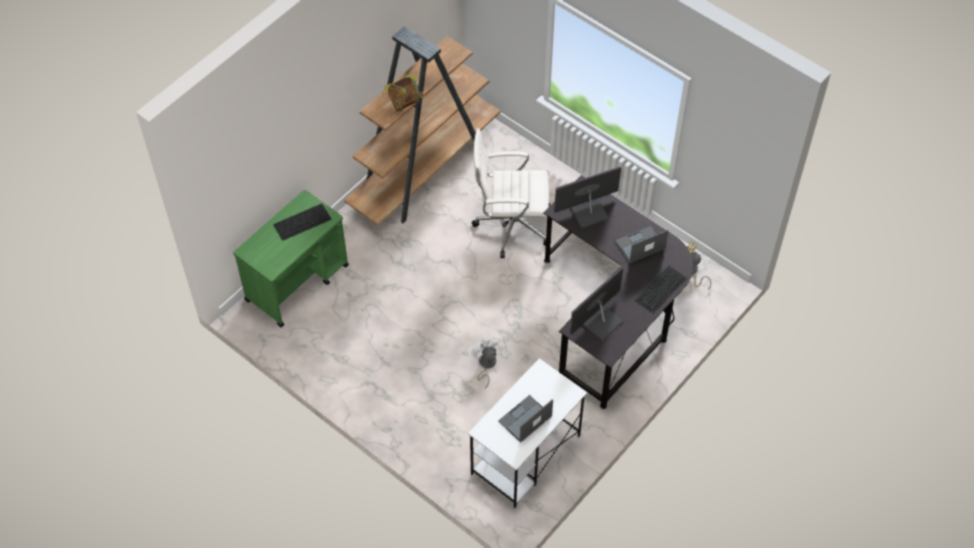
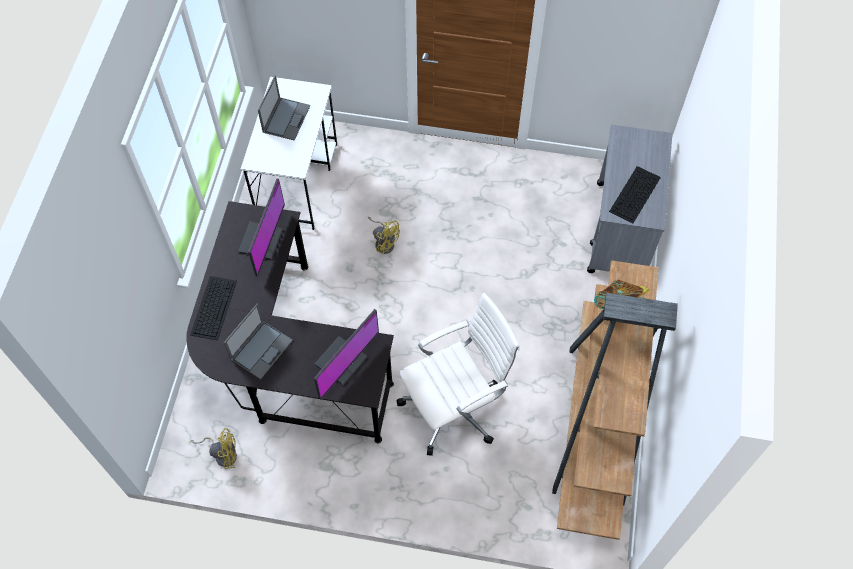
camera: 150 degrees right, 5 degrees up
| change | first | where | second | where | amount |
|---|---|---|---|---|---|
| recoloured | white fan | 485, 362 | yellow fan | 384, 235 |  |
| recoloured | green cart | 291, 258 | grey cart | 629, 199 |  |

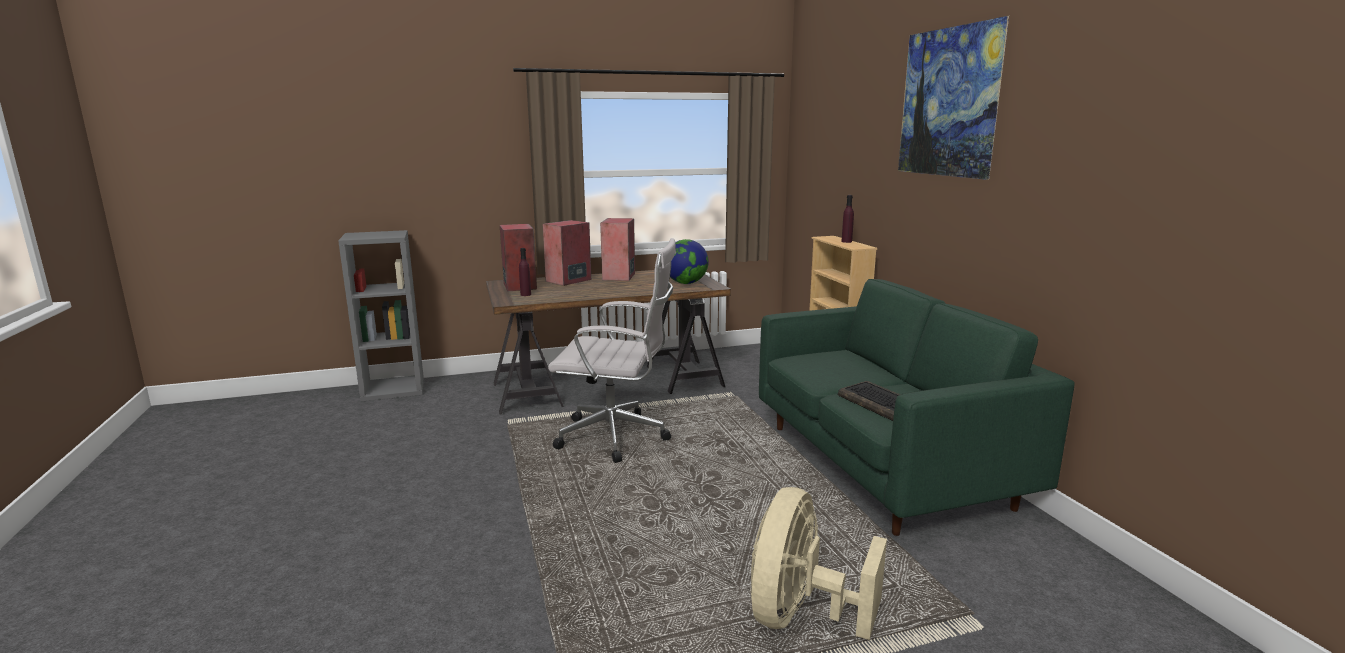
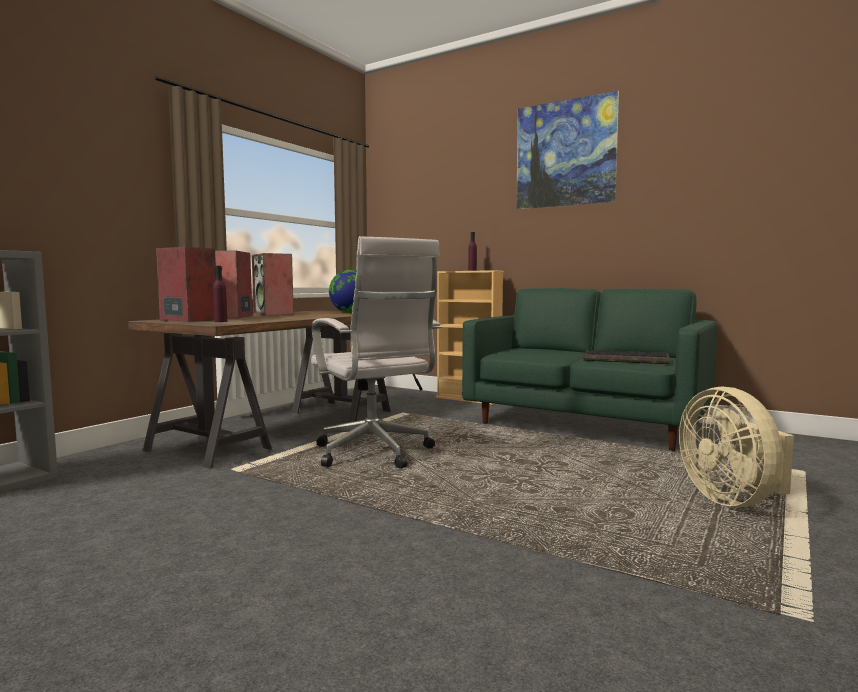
camera: 40 degrees left, 10 degrees down
| change | first | where | second | where | amount |
|---|---|---|---|---|---|
| turned | white office chair | 612, 350 |  | 376, 352 | 90 degrees clockwise |

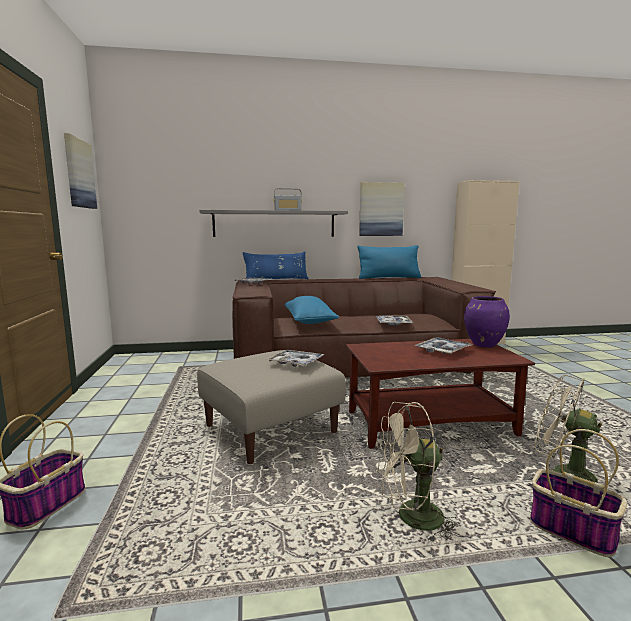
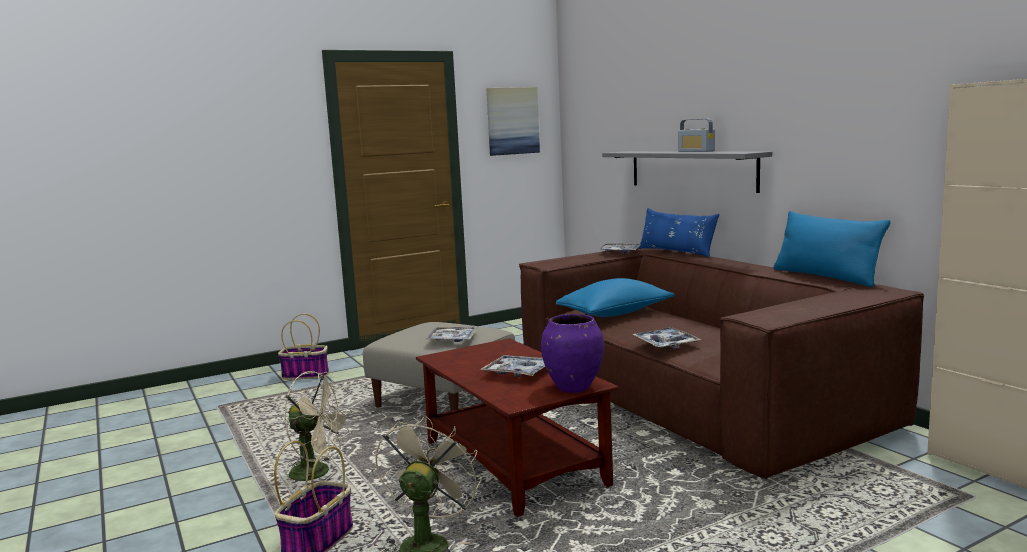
camera: 70 degrees right, 0 degrees up
| change | first | where | second | where | amount |
|---|---|---|---|---|---|
| turned | beige fan | 418, 472 |  | 318, 428 | 135 degrees clockwise |
| removed | picture | 382, 209 |  |  |  |

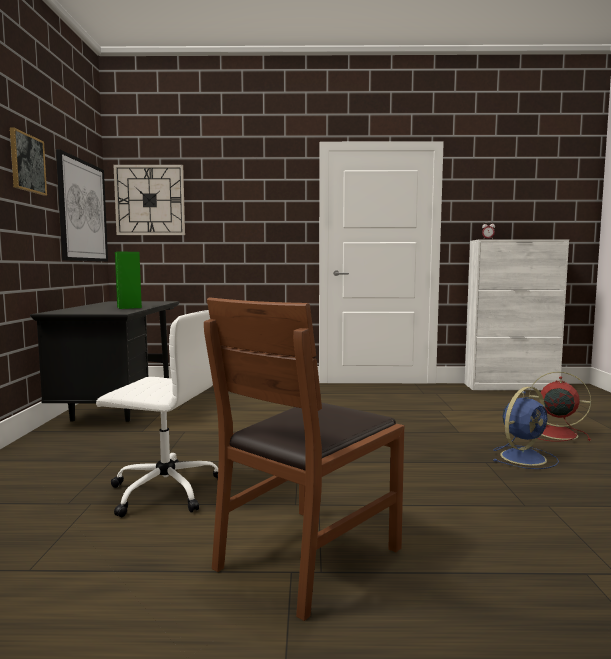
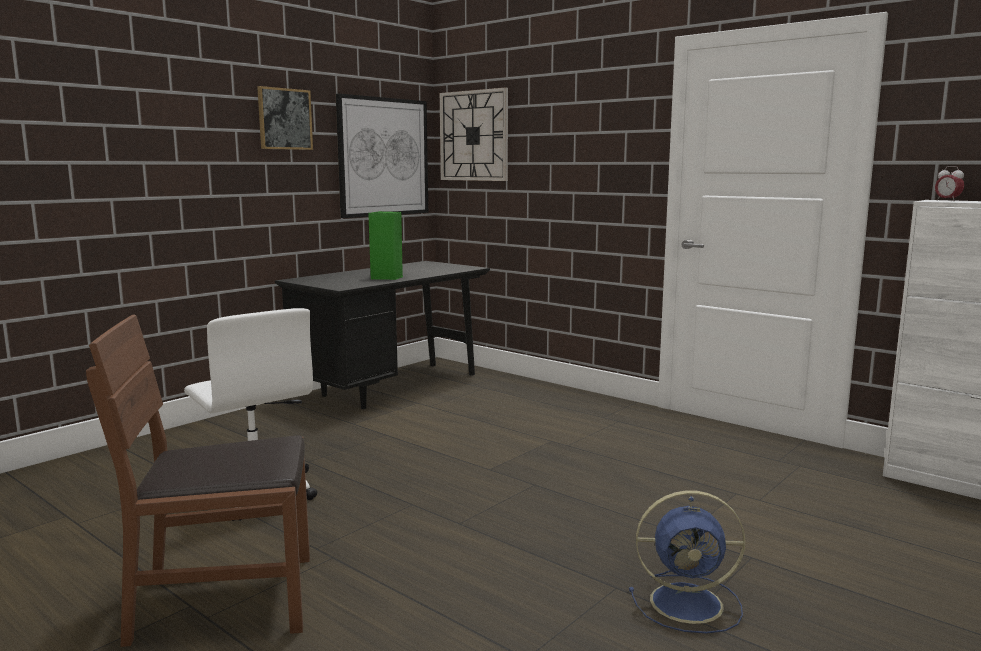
camera: 40 degrees right, 5 degrees up
| change | first | where | second | where | amount |
|---|---|---|---|---|---|
| removed | red fan | 560, 406 |  |  |  |

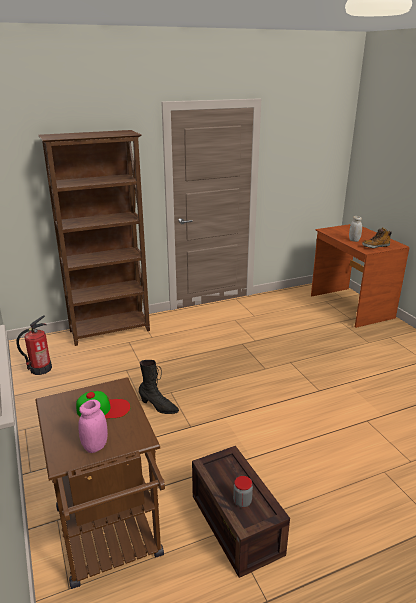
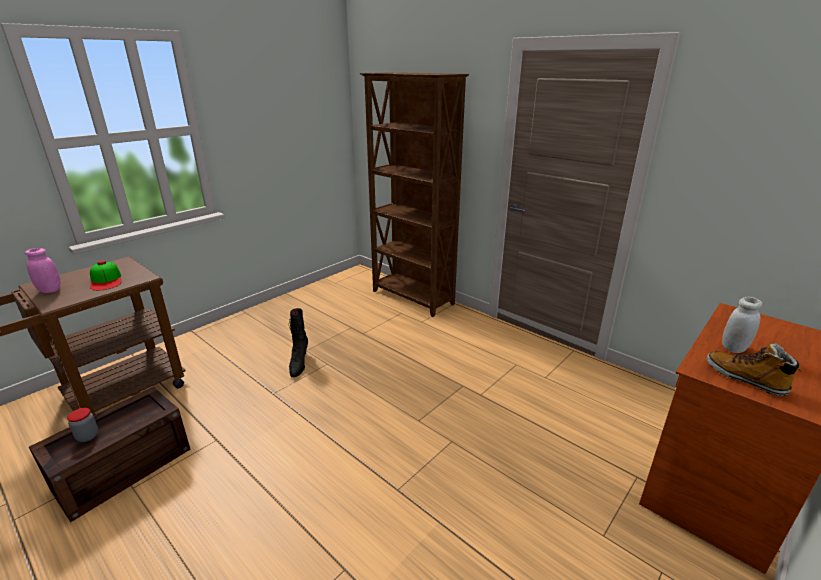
camera: 65 degrees right, 0 degrees up
| change | first | where | second | where | amount |
|---|---|---|---|---|---|
| removed | fire extinguisher | 34, 345 |  |  |  |

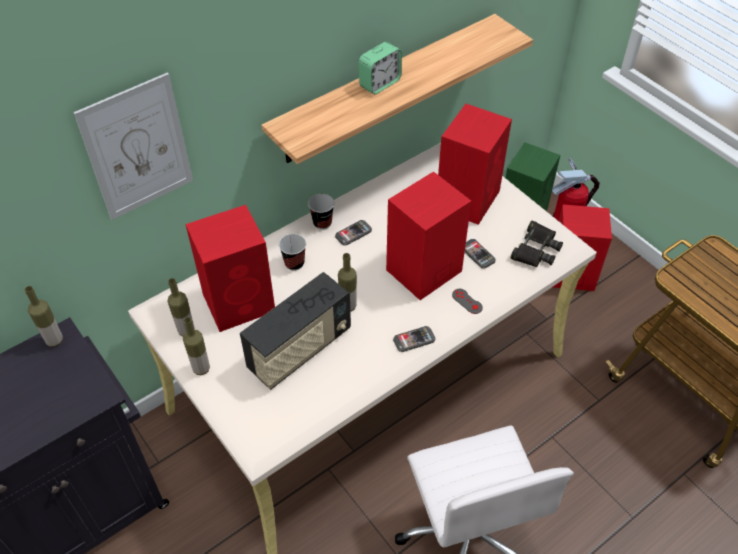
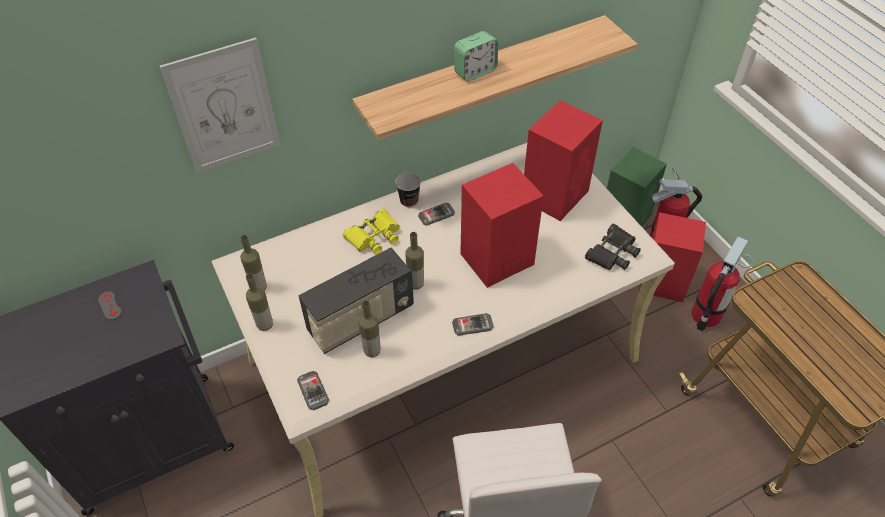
camera: 10 degrees right, 0 degrees up
| change | first | where | second | where | amount |
|---|---|---|---|---|---|
| moved | grey game controller | 467, 301 |  | 110, 305 |  |
| moved | phone | 480, 253 |  | 313, 390 |  |
| replaced | cup | 292, 252 | yellow binoculars | 371, 231 |  |
| moved | bottle | 44, 316 |  | 369, 328 |  |
| added |  |  | fire extinguisher | 723, 283 |  |
| removed | red speaker | 230, 268 |  |  |  |

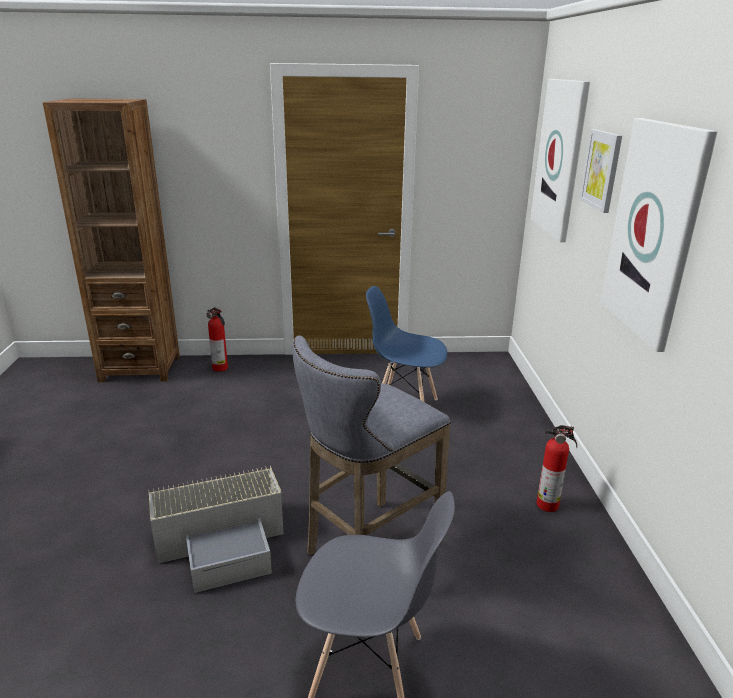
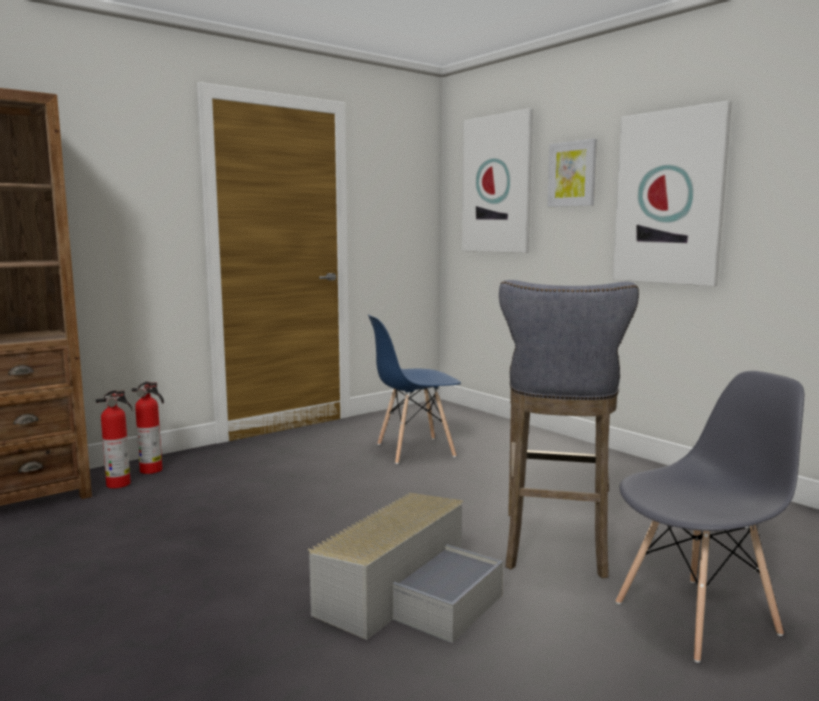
camera: 35 degrees left, 15 degrees down
| change | first | where | second | where | amount |
|---|---|---|---|---|---|
| moved | fire extinguisher | 557, 468 |  | 114, 439 |  |

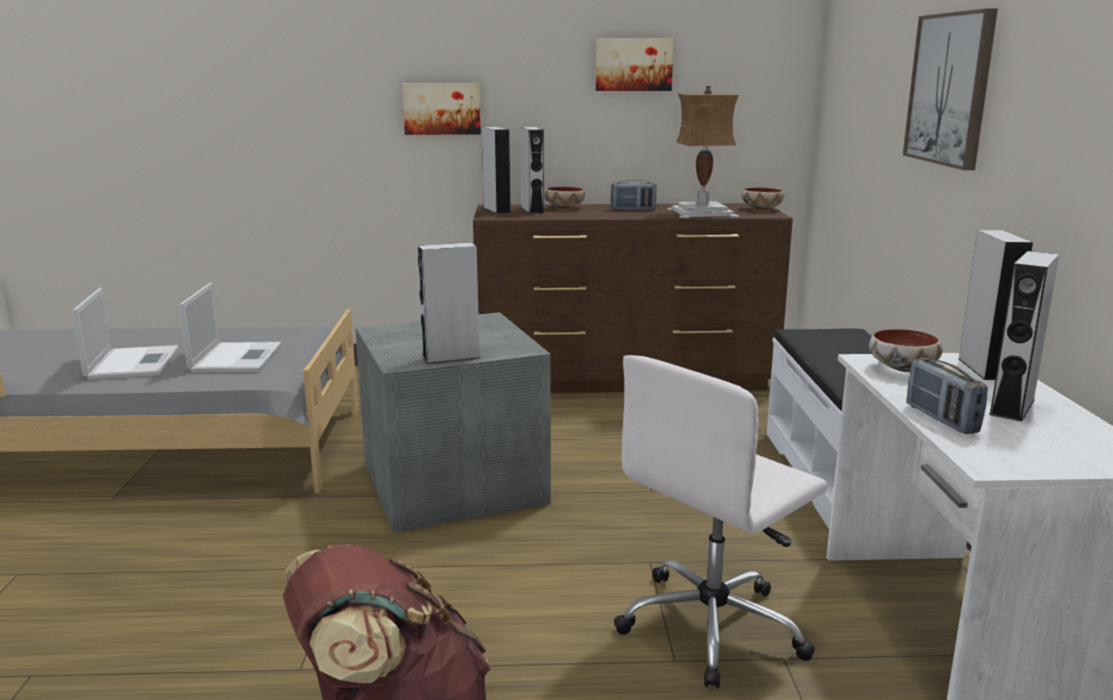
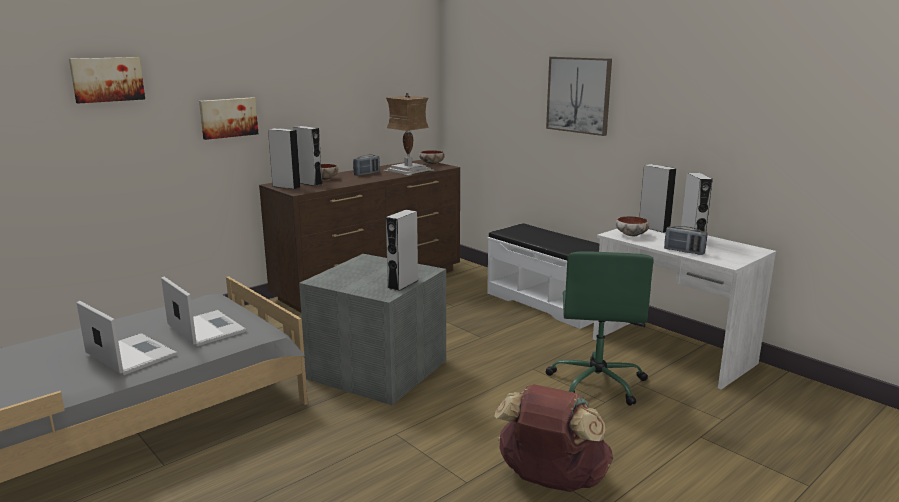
camera: 40 degrees left, 0 degrees up
| change | first | where | second | where | amount |
|---|---|---|---|---|---|
| moved | picture | 635, 64 |  | 107, 80 |  |
| recoloured | white office chair | 720, 522 | green office chair | 599, 328 |  |

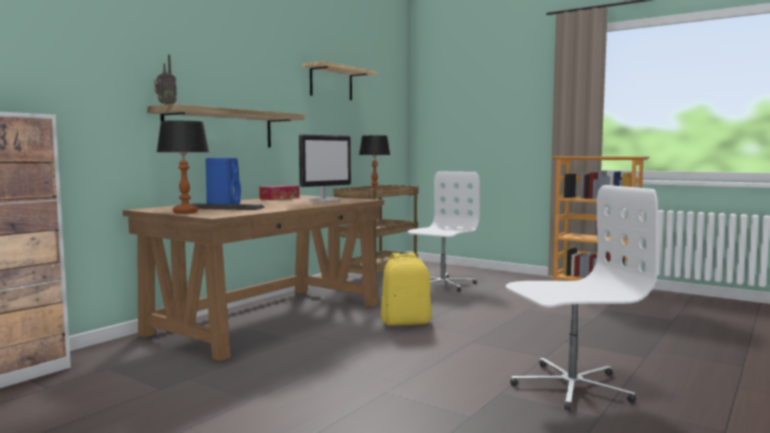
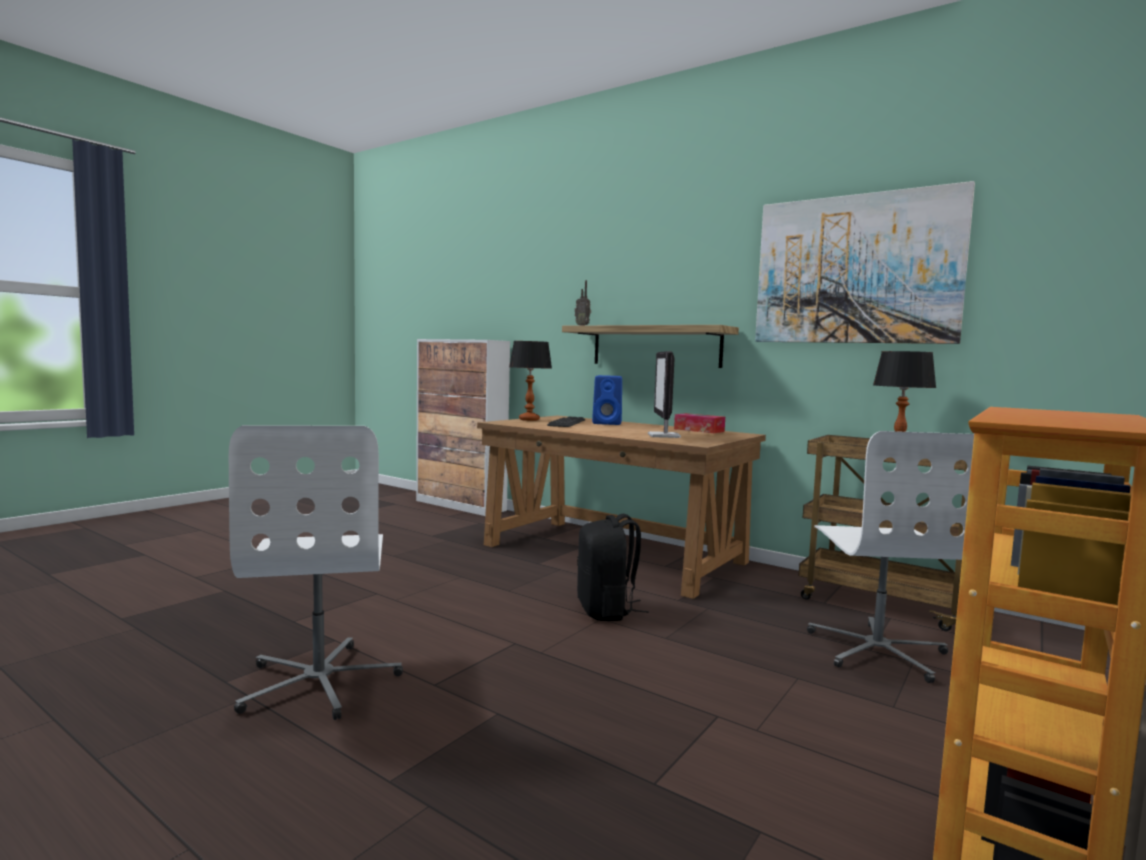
camera: 90 degrees right, 0 degrees up
| change | first | where | second | where | amount |
|---|---|---|---|---|---|
| recoloured | yellow backpack | 406, 289 | black backpack | 613, 567 |  |
| turned | monitor | 325, 168 |  | 664, 394 | 45 degrees clockwise |
| replaced | shelf | 340, 80 | picture | 865, 262 |  |
| turned | white office chair | 444, 231 |  | 890, 557 | 60 degrees clockwise |

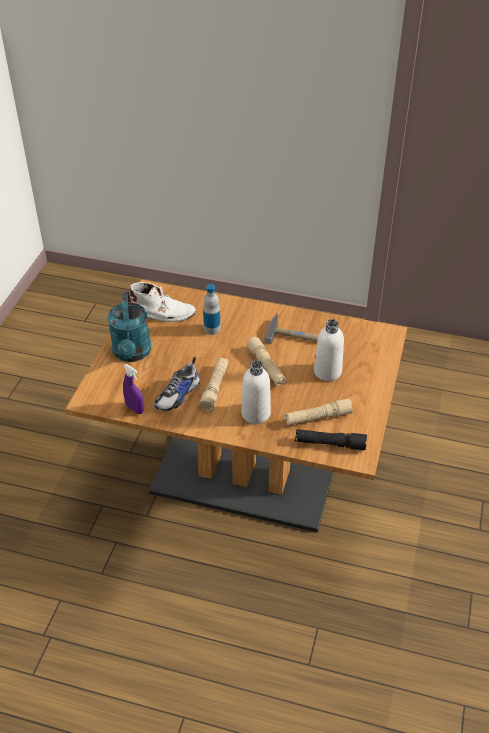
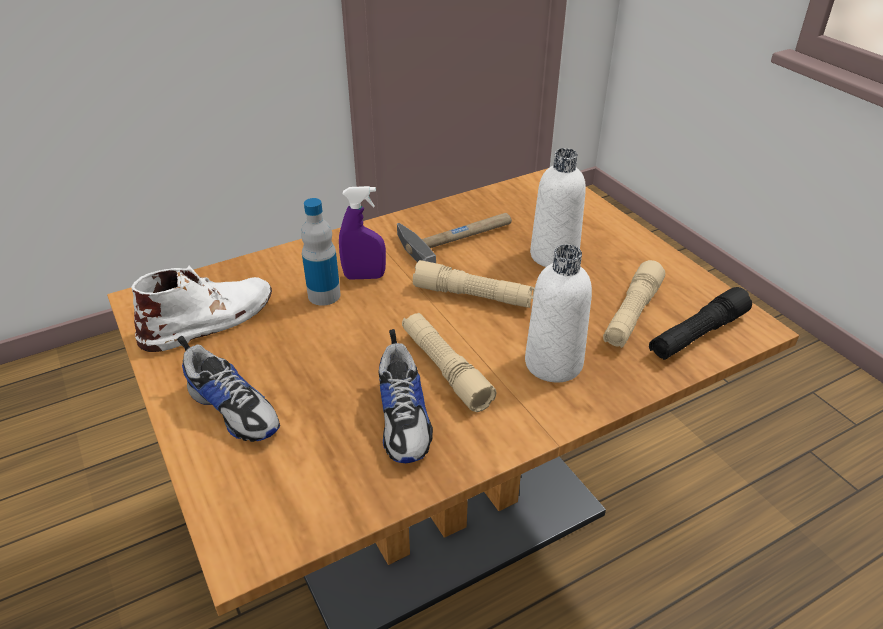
camera: 45 degrees left, 5 degrees down
| change | first | where | second | where | amount |
|---|---|---|---|---|---|
| replaced | turquoise watering can | 129, 326 | shoe | 228, 389 |  |
| moved | purple spray bottle | 133, 389 |  | 362, 233 |  |

